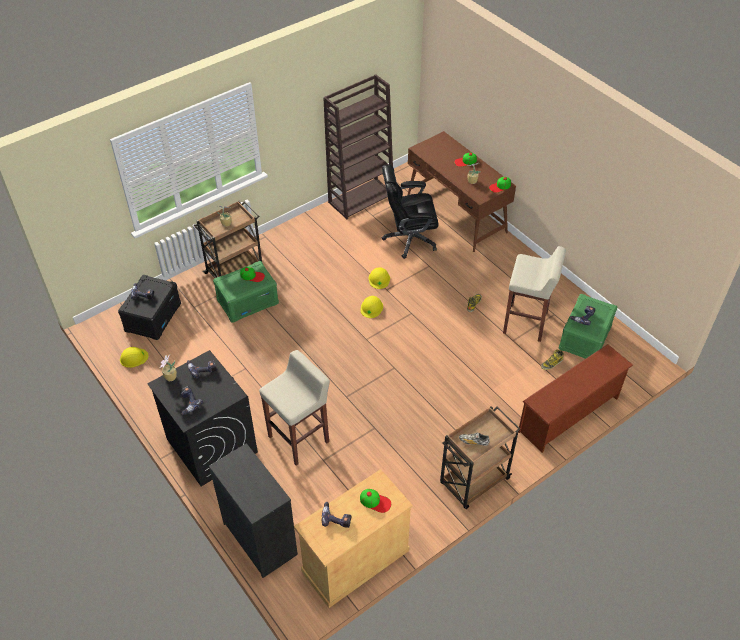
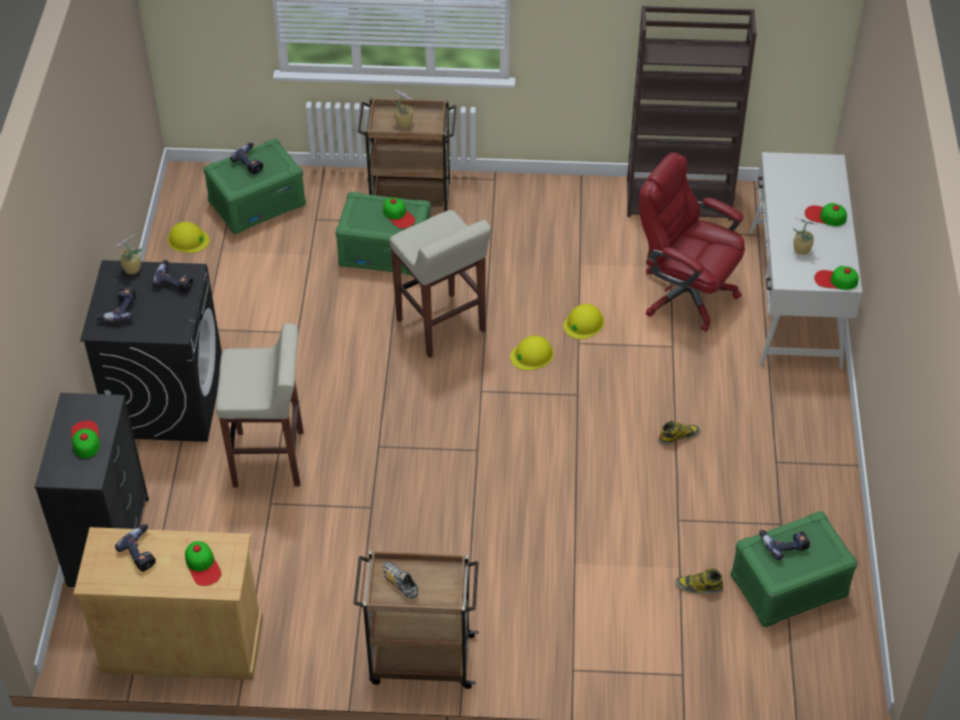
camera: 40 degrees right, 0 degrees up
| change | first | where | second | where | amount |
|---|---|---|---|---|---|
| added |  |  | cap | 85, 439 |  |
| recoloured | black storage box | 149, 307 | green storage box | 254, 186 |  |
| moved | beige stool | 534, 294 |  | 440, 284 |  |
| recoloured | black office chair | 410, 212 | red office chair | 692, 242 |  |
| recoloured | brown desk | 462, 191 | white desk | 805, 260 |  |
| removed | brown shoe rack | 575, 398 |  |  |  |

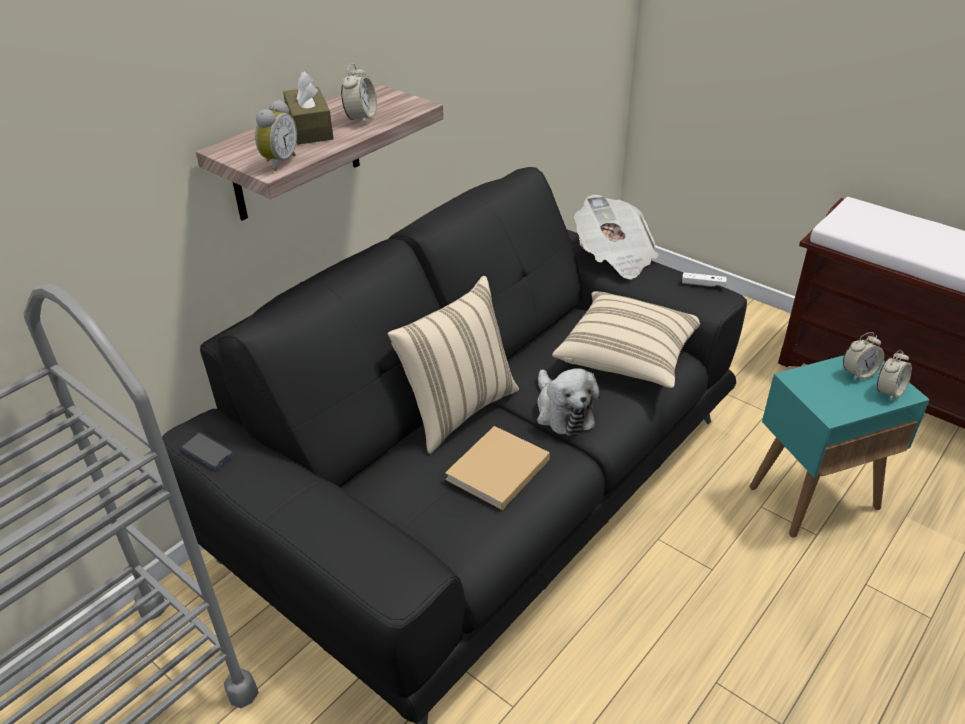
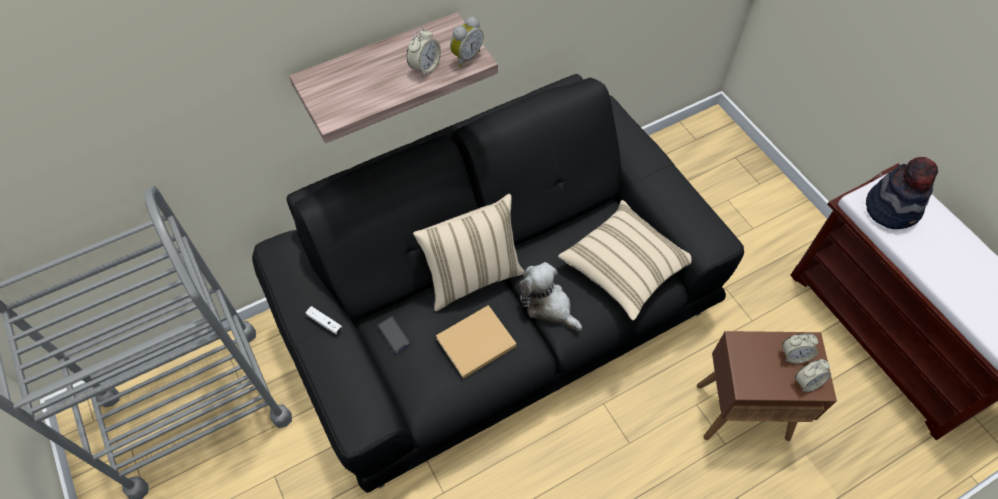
camera: 20 degrees right, 20 degrees up
| change | first | where | second | where | amount |
|---|---|---|---|---|---|
| moved | white game controller | 704, 279 |  | 324, 320 |  |
| moved | phone | 207, 450 |  | 394, 334 |  |
| moved | alarm clock | 276, 135 |  | 467, 42 |  |
| turned | plush toy | 569, 402 |  | 550, 296 | 135 degrees clockwise |
| recoloured | turquoise side table | 839, 446 | brown side table | 767, 386 |  |
| added |  |  | hat | 902, 193 |  |
| removed | brown tissue box | 308, 107 |  |  |  |
| removed | newspaper | 616, 237 |  |  |  |

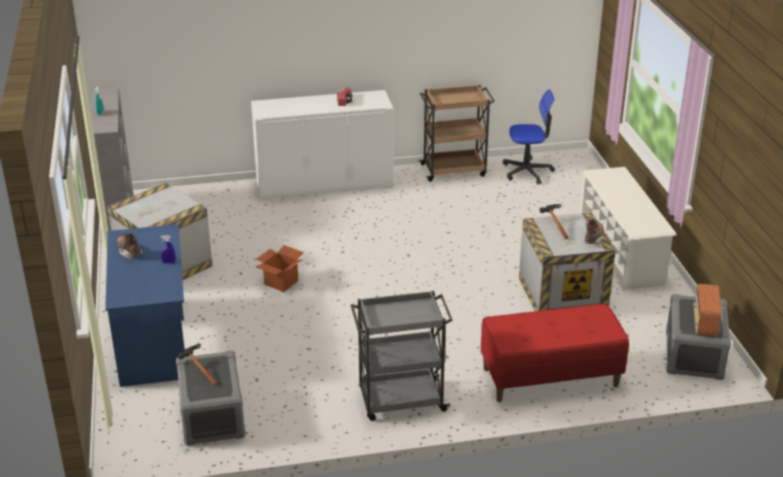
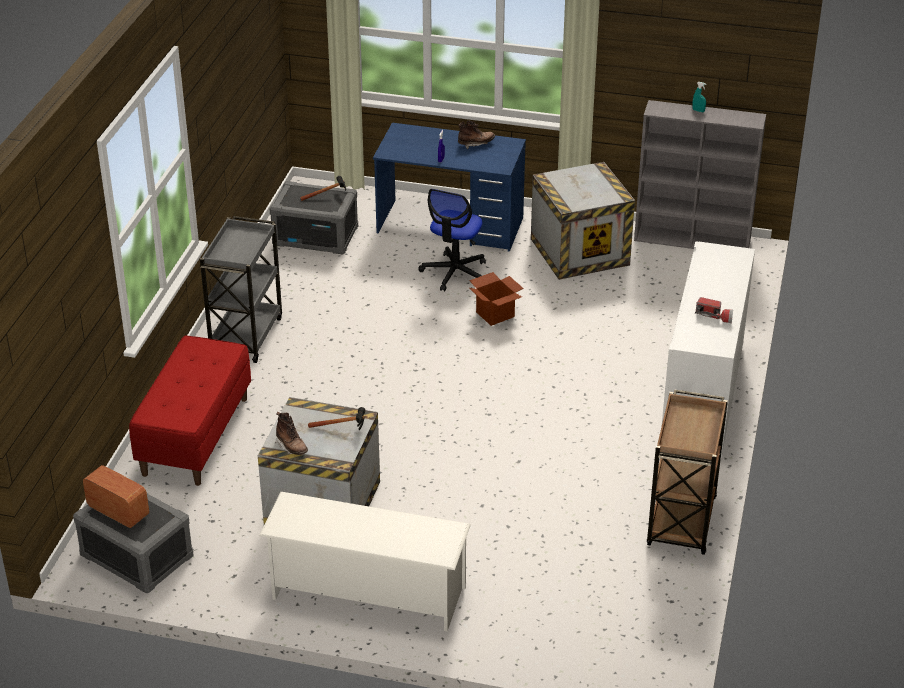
camera: 115 degrees right, 5 degrees up
| change | first | where | second | where | amount |
|---|---|---|---|---|---|
| moved | office chair | 529, 137 |  | 452, 240 |  |

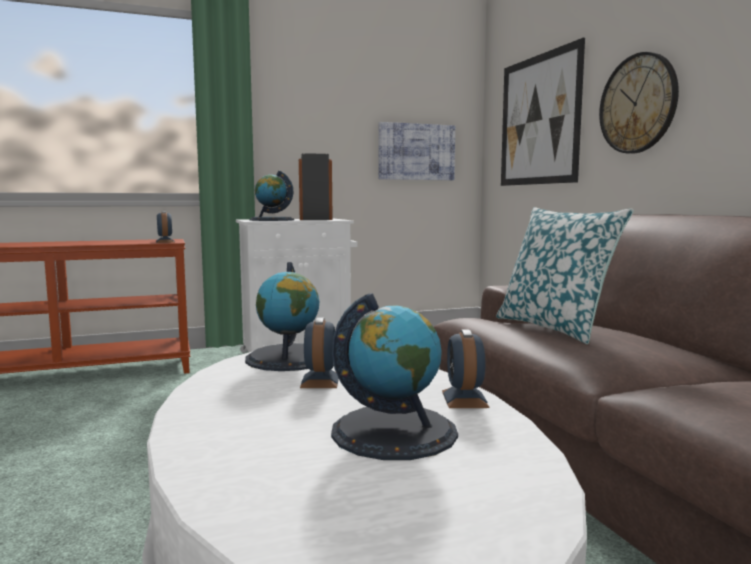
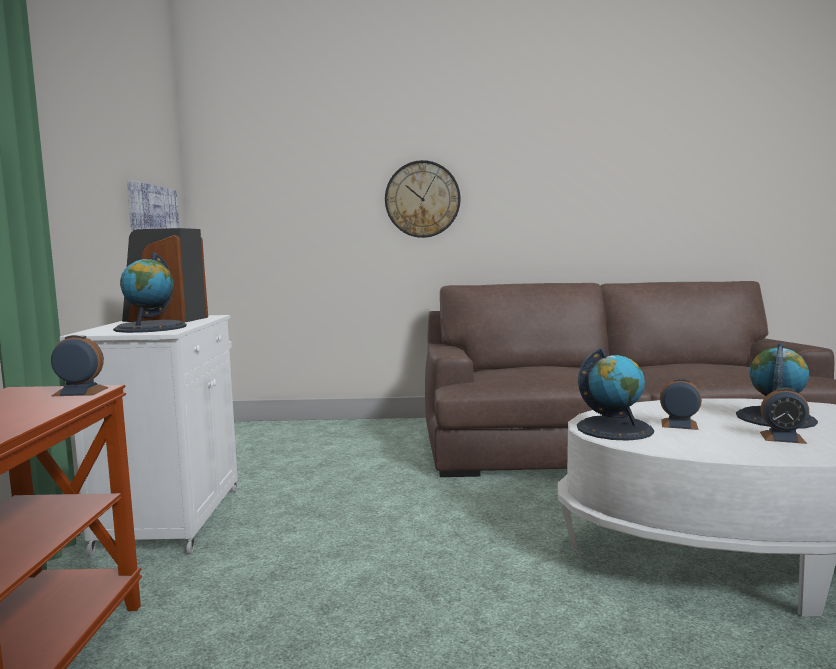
camera: 70 degrees left, 0 degrees up
| change | first | where | second | where | amount |
|---|---|---|---|---|---|
| moved | alarm clock | 466, 369 |  | 784, 415 |  |
| removed | pillow | 565, 275 |  |  |  |
| removed | picture | 543, 112 |  |  |  |

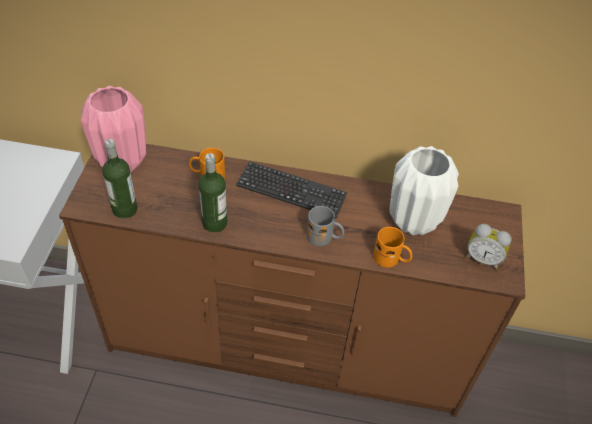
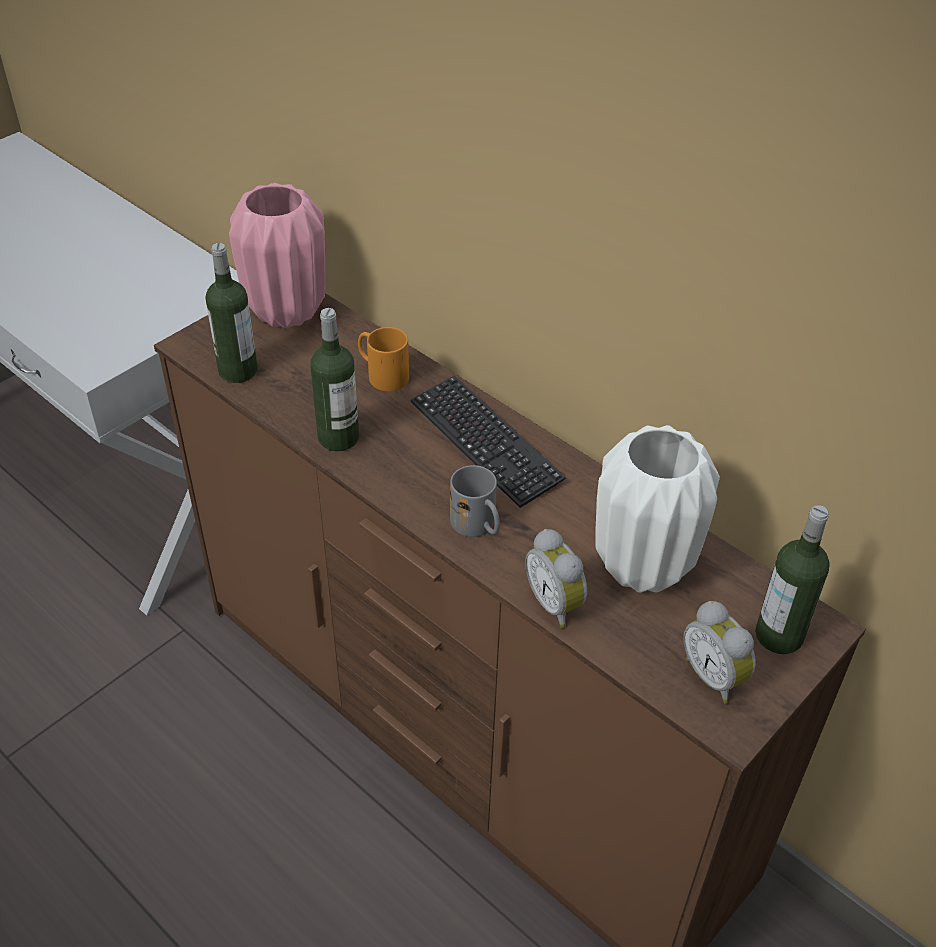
camera: 35 degrees right, 5 degrees down
| change | first | where | second | where | amount |
|---|---|---|---|---|---|
| replaced | orange mug | 392, 247 | alarm clock | 556, 578 |  |
| added |  |  | bottle | 792, 579 |  |

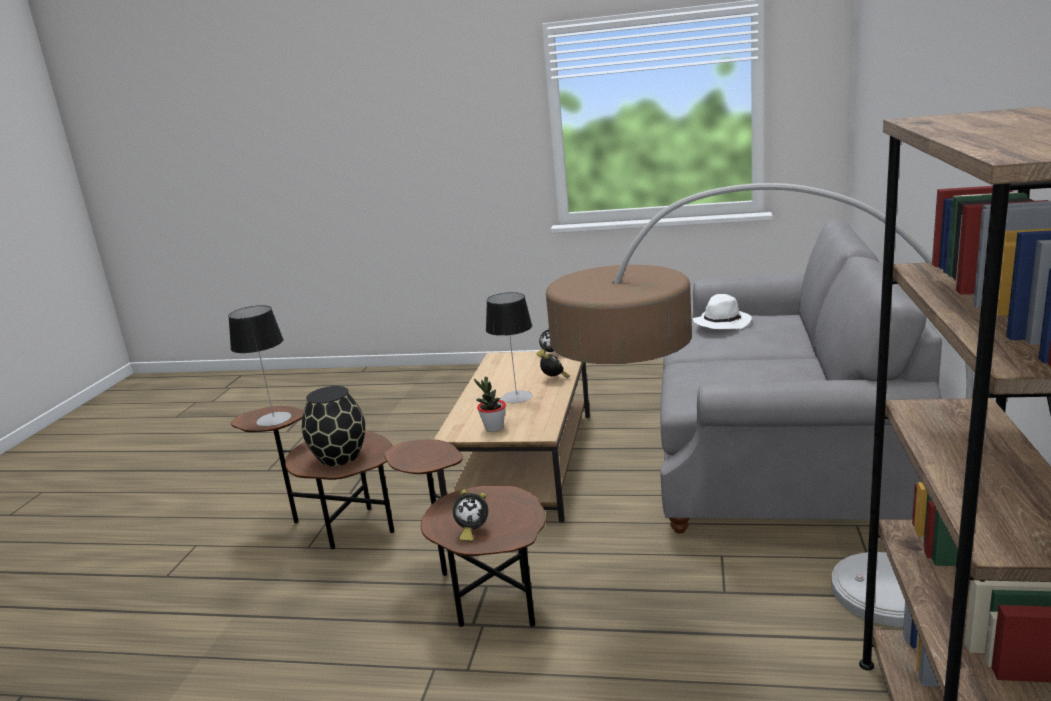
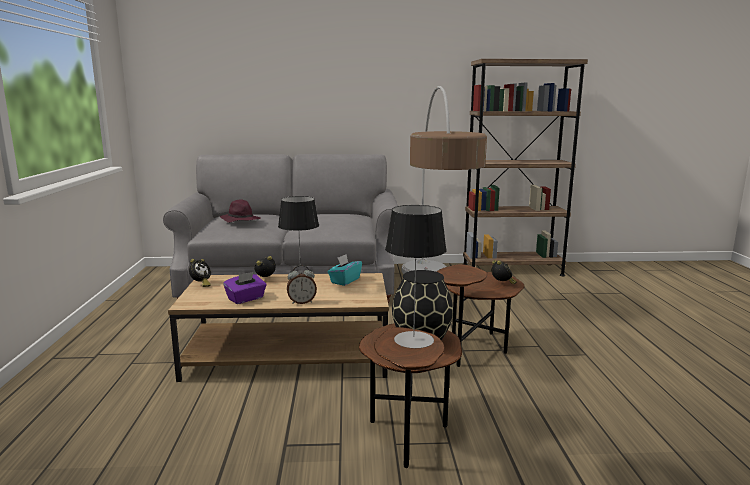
camera: 105 degrees left, 5 degrees down
| change | first | where | second | where | amount |
|---|---|---|---|---|---|
| recoloured | white hat | 722, 311 | purple hat | 240, 211 |  |
| added |  |  | purple tissue box | 244, 288 |  |
| added |  |  | alarm clock | 302, 284 |  |
| added |  |  | turquoise tissue box | 345, 270 |  |
| removed | potted plant | 490, 404 |  |  |  |

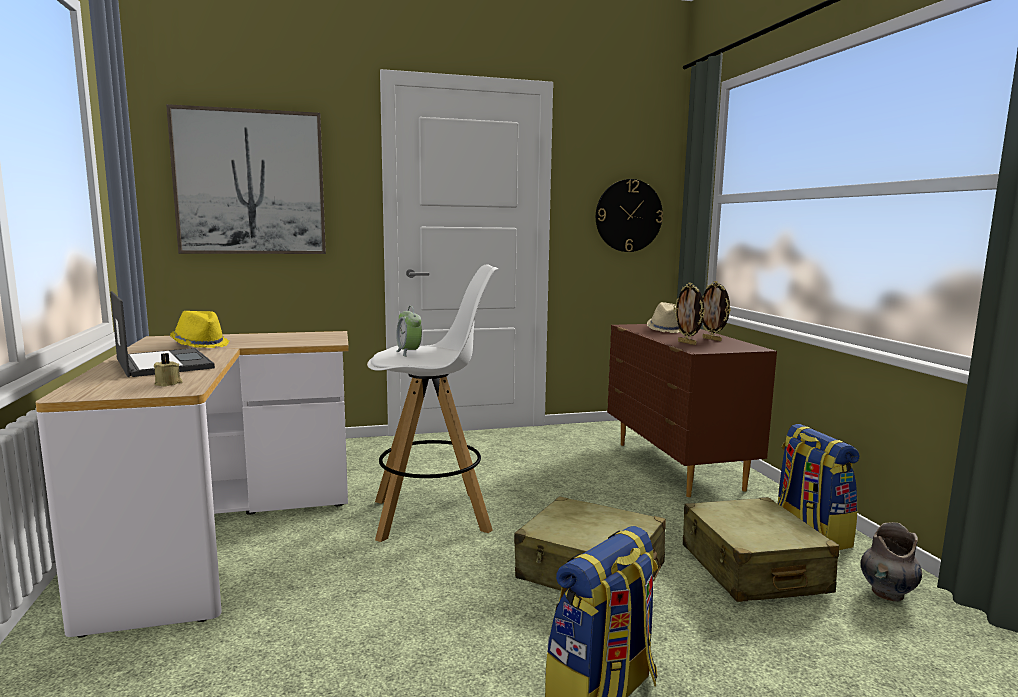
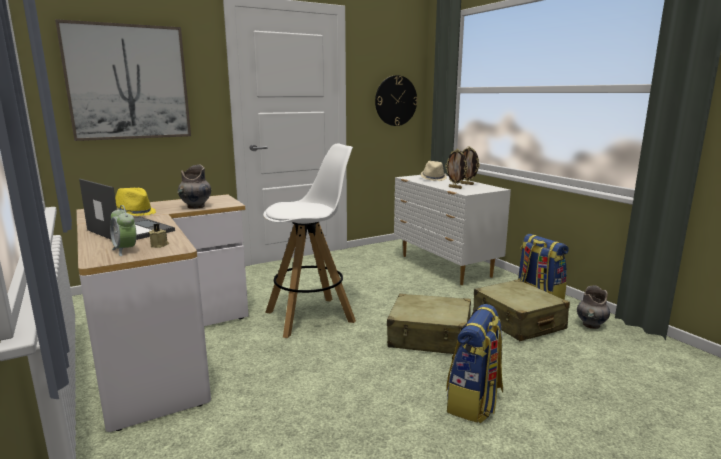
camera: 15 degrees left, 5 degrees up
| change | first | where | second | where | amount |
|---|---|---|---|---|---|
| moved | alarm clock | 409, 331 |  | 123, 230 |  |
| added |  |  | grey vase | 194, 186 |  |
| recoloured | brown dresser | 692, 410 | white dresser | 452, 230 |  |

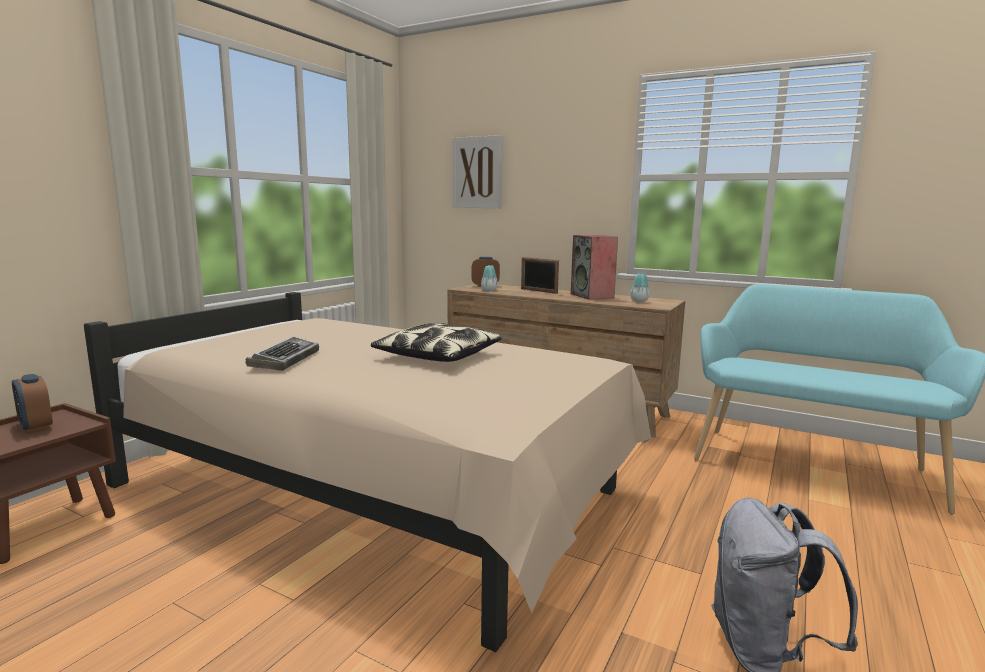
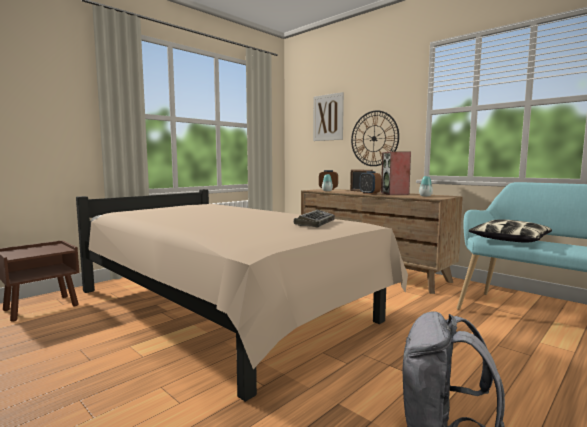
camera: 15 degrees right, 5 degrees down
| change | first | where | second | where | amount |
|---|---|---|---|---|---|
| moved | keyboard | 282, 353 |  | 314, 219 |  |
| added |  |  | wall clock | 375, 138 |  |
| moved | alarm clock | 32, 403 |  | 370, 182 |  |
| moved | pillow | 436, 342 |  | 510, 231 |  |

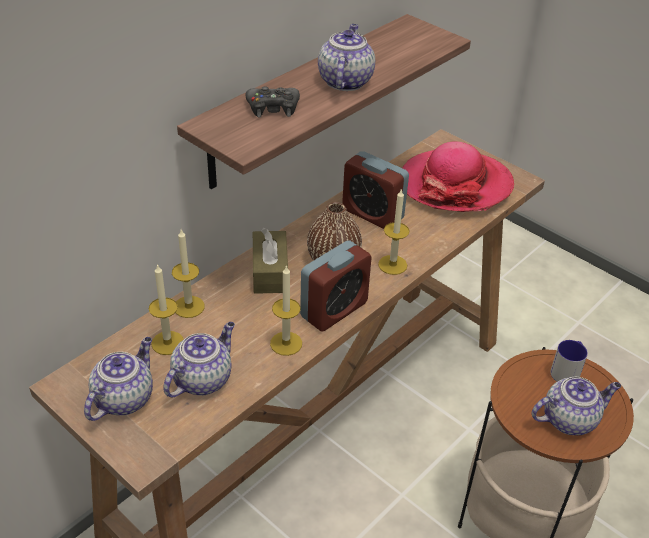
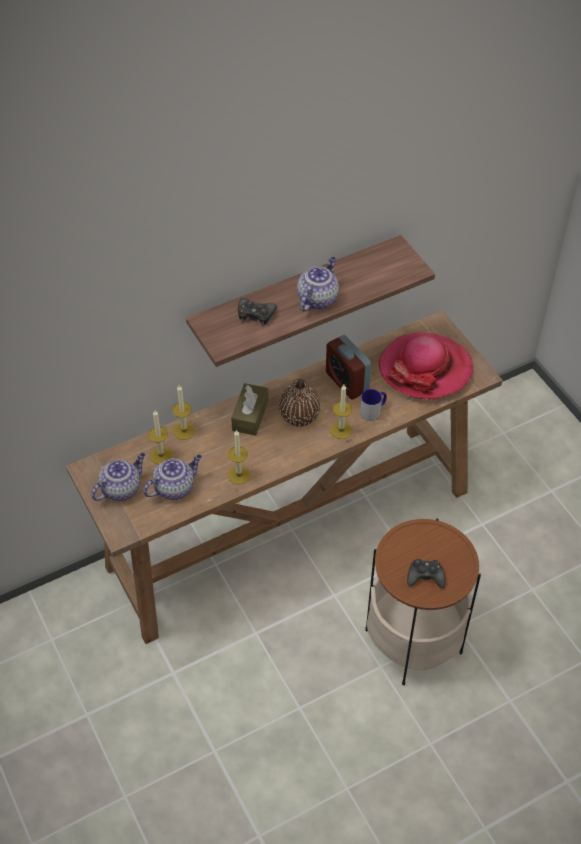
camera: 20 degrees right, 10 degrees up
| change | first | where | second | where | amount |
|---|---|---|---|---|---|
| moved | mug | 569, 361 |  | 373, 405 |  |
| replaced | teapot | 576, 406 | black game controller | 426, 573 |  |
| removed | alarm clock | 336, 286 |  |  |  |

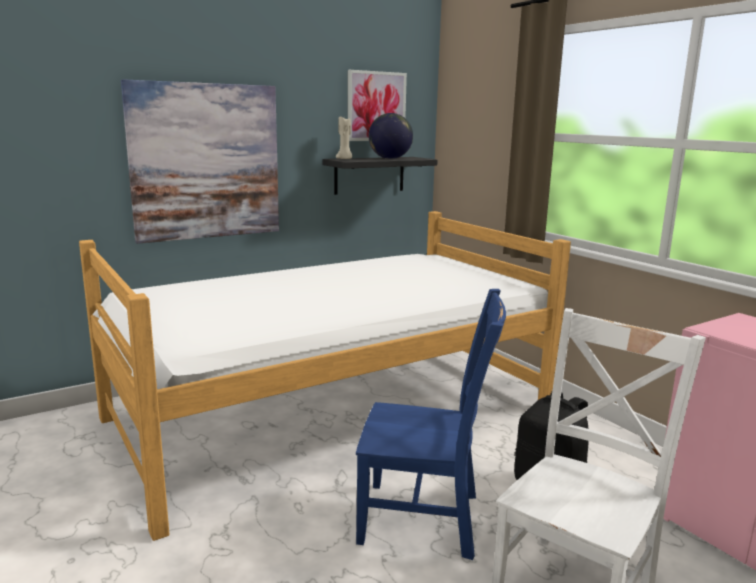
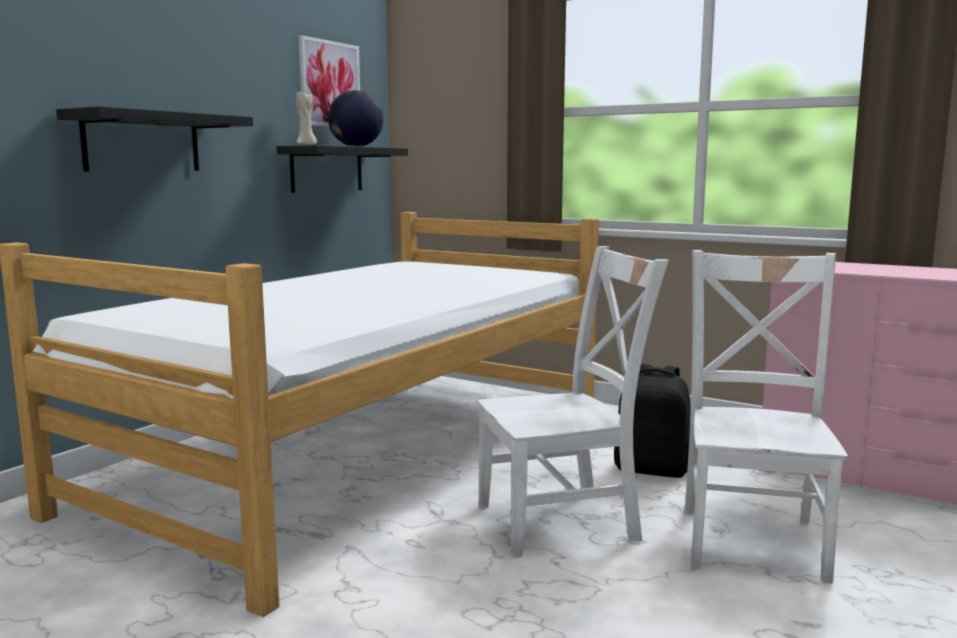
camera: 25 degrees left, 5 degrees down
| change | first | where | second | where | amount |
|---|---|---|---|---|---|
| replaced | picture | 200, 161 | black shelf | 154, 138 |  |
| recoloured | blue chair | 431, 424 | white chair | 573, 402 |  |

